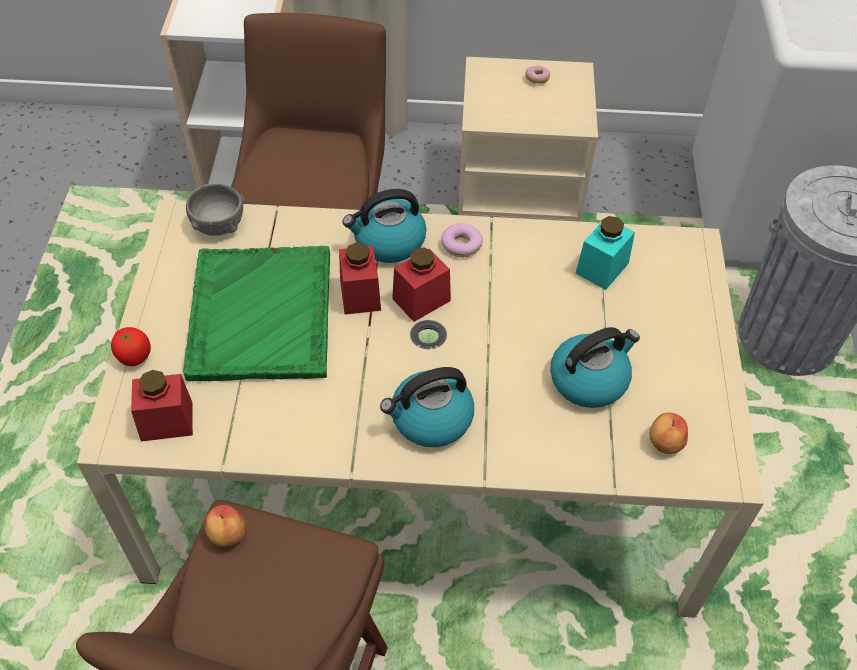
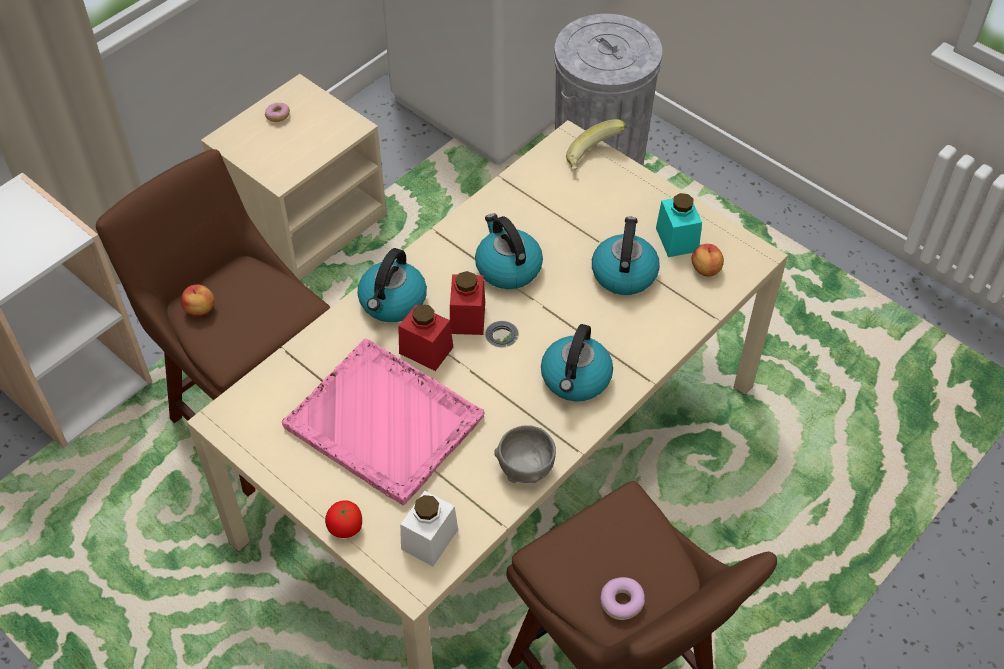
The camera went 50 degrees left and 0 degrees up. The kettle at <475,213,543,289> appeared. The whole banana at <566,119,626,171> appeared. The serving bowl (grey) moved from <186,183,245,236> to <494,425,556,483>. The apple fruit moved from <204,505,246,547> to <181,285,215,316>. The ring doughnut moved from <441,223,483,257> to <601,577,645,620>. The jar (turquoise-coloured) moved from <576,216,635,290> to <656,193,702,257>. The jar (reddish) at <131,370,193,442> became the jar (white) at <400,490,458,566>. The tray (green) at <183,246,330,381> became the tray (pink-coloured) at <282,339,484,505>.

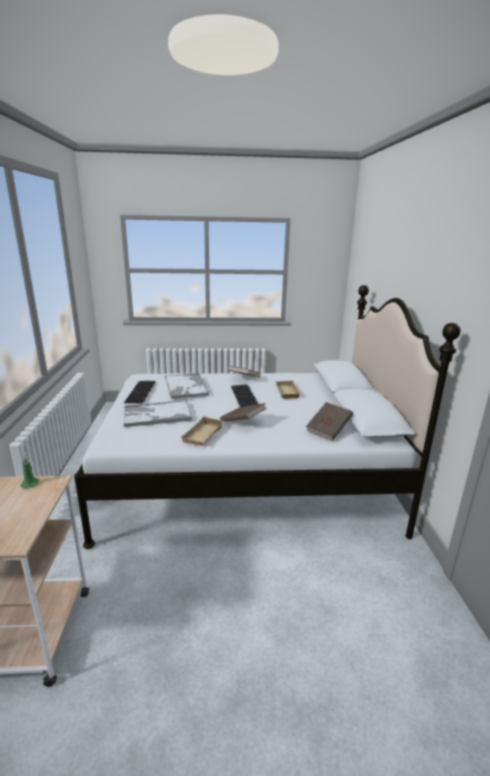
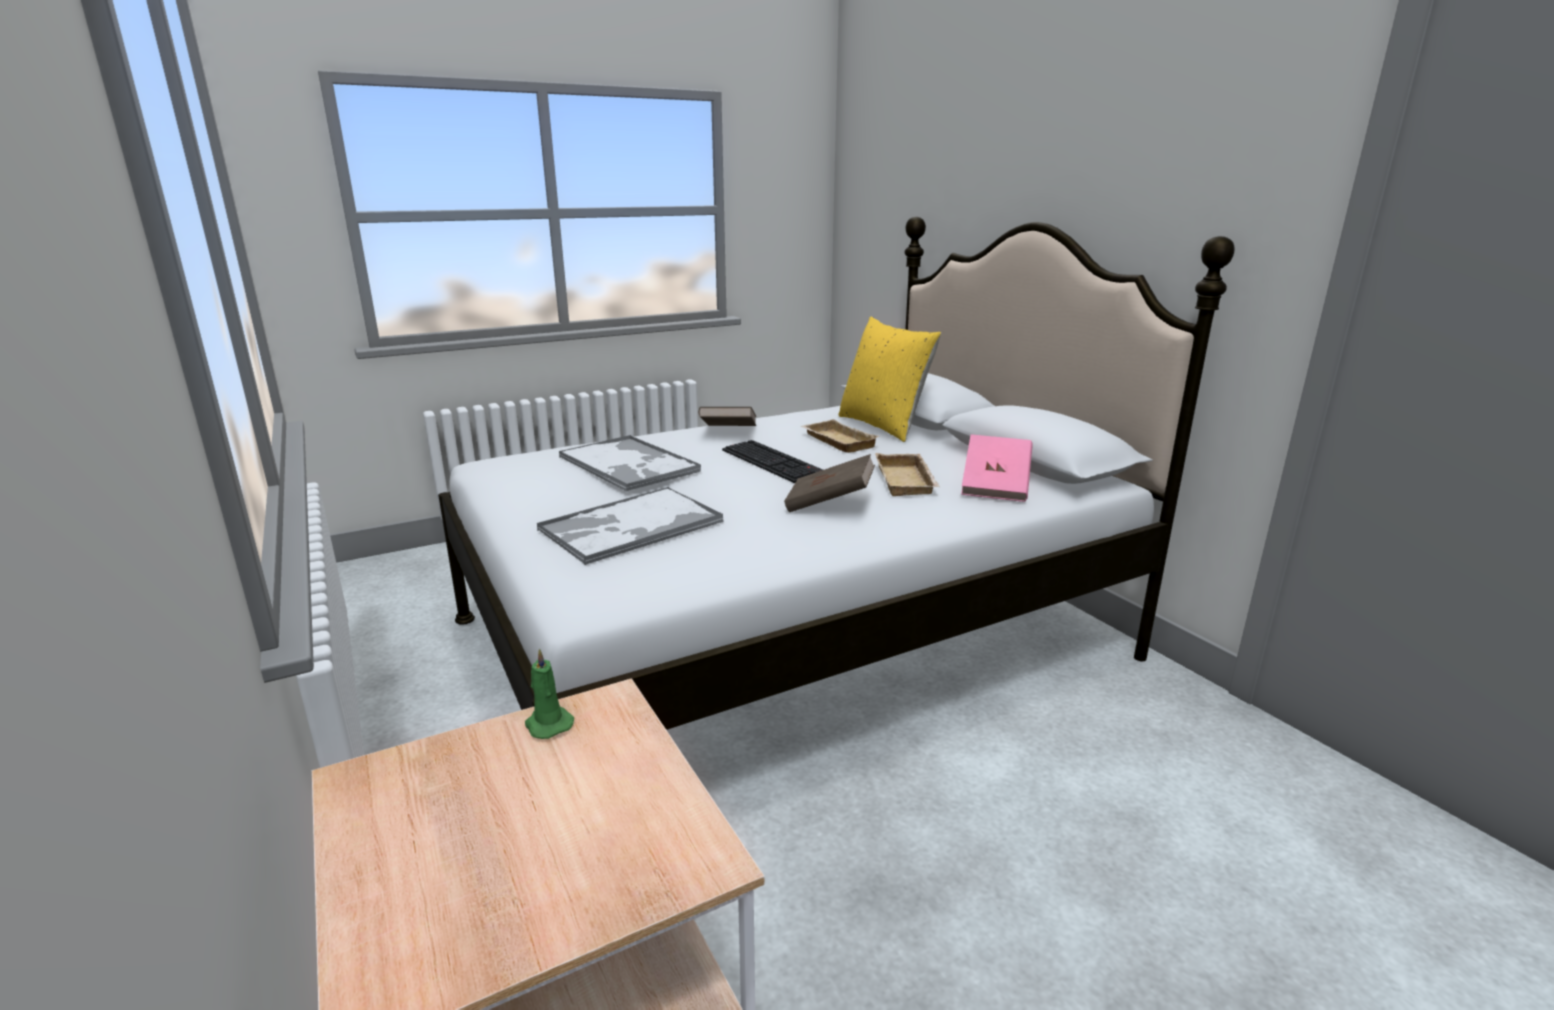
The camera went 25 degrees left and 0 degrees up. The keyboard at <124,381,156,404> disappeared. The cushion (yellowish) at <839,317,941,442> appeared. The tray (sand-coloured) moved from <181,416,225,445> to <875,453,940,496>. The bound book (brown) at <306,402,353,441> became the bound book (pink-coloured) at <961,434,1033,502>.

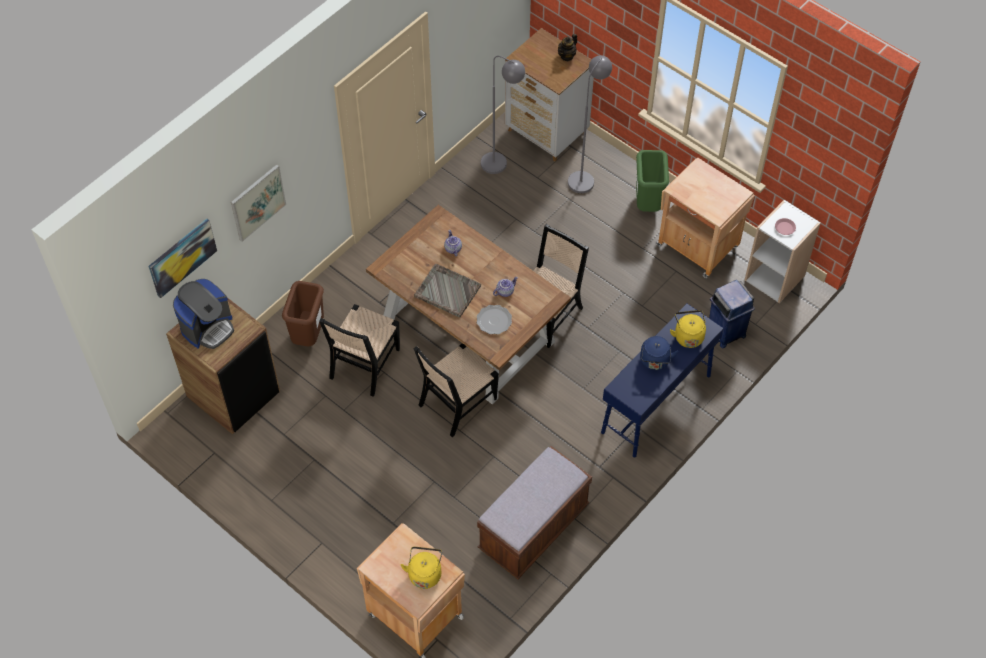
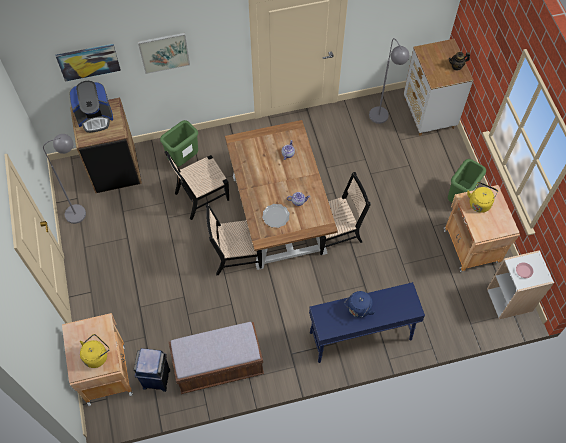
The camera went 35 degrees right and 5 degrees up. The tray (grey) at <414,264,481,317> disappeared. The standing lamp (grey) moved from <568,55,612,193> to <43,134,86,224>. The kettle (yellowish) moved from <670,310,706,348> to <467,182,498,213>. The rubbish bin (blue-coloured) moved from <709,280,755,349> to <134,348,170,392>. The rubbish bin (brown) at <282,281,324,346> became the rubbish bin (green) at <160,120,198,167>.

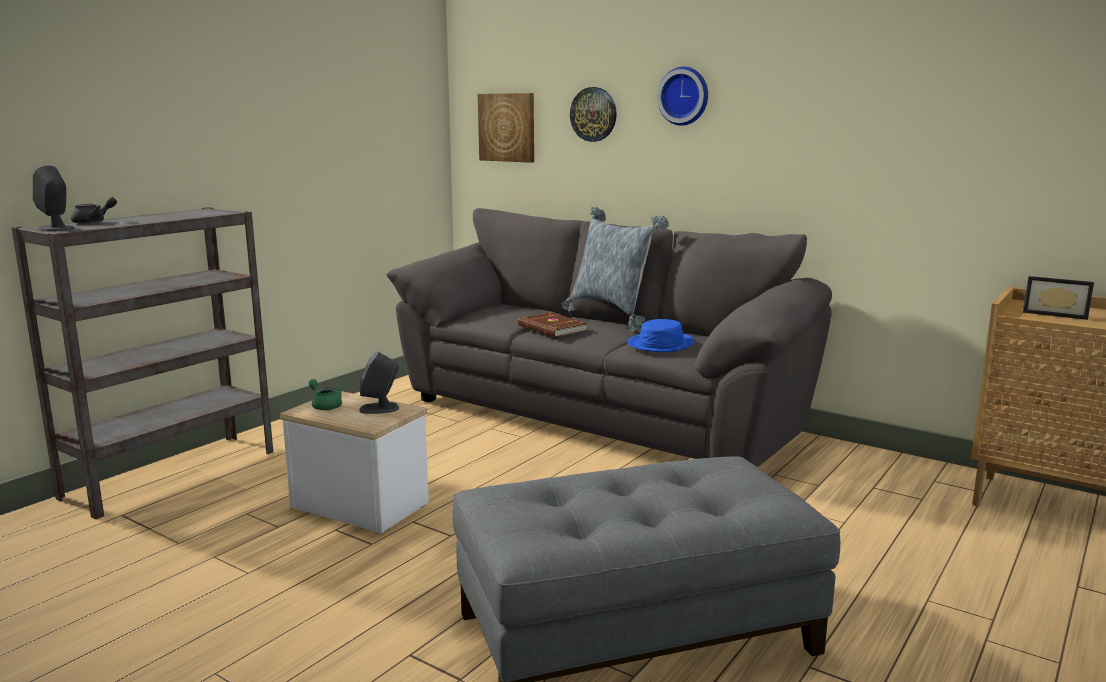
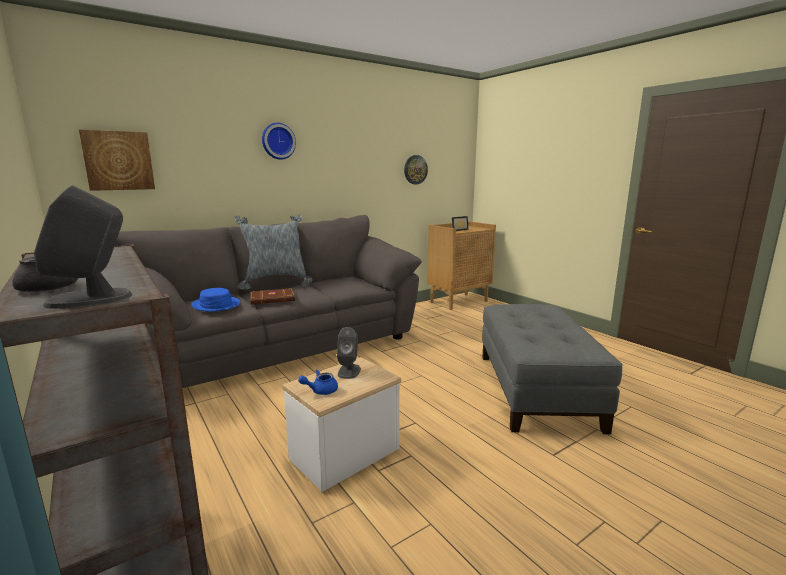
The camera went 70 degrees left and 0 degrees up. The wall clock moved from <570,87,617,142> to <404,155,428,184>. The hat (blue-coloured) moved from <628,319,695,352> to <191,288,240,312>. The teapot (green) at <308,379,343,410> became the teapot (blue-coloured) at <298,370,338,395>.

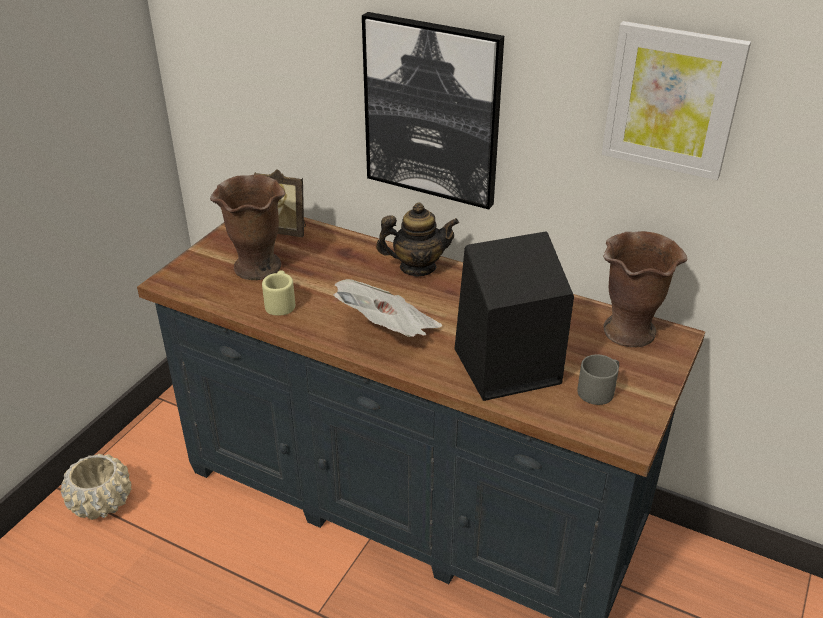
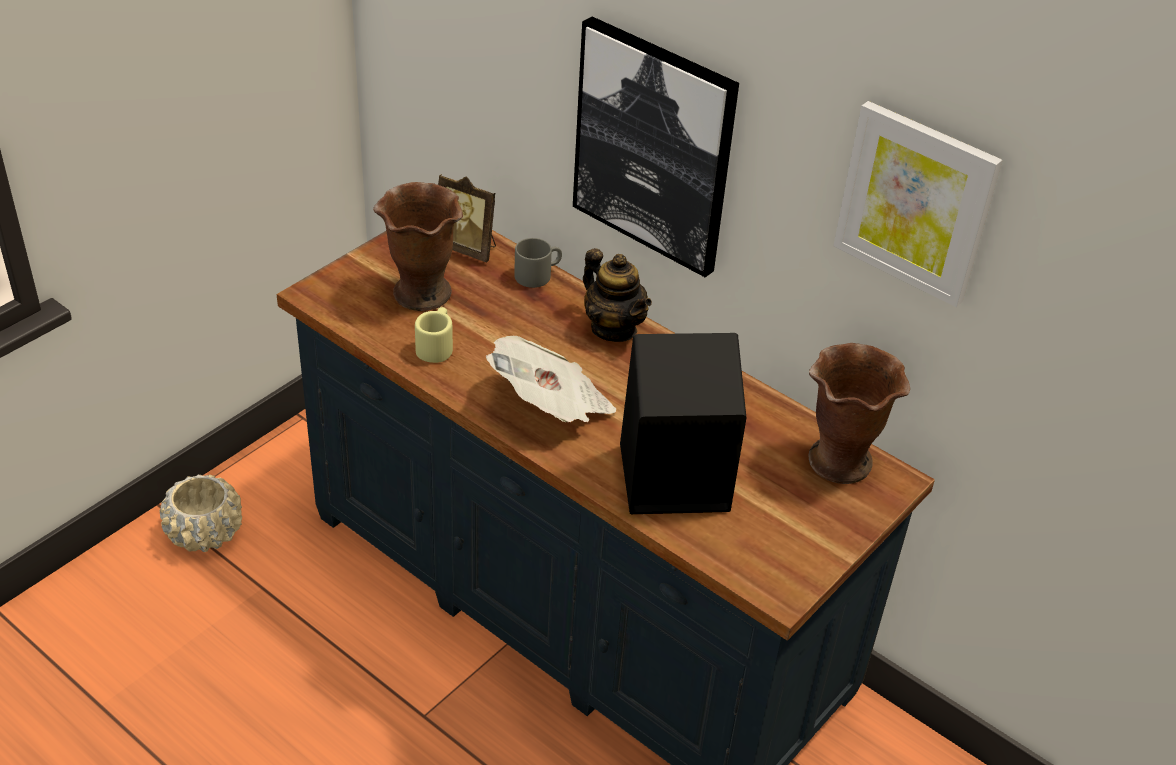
The camera went 10 degrees right and 5 degrees up. The coffee mug (grey) moved from <577,354,619,405> to <514,238,562,288>. The teapot at <376,202,459,276> turned 45 degrees clockwise.

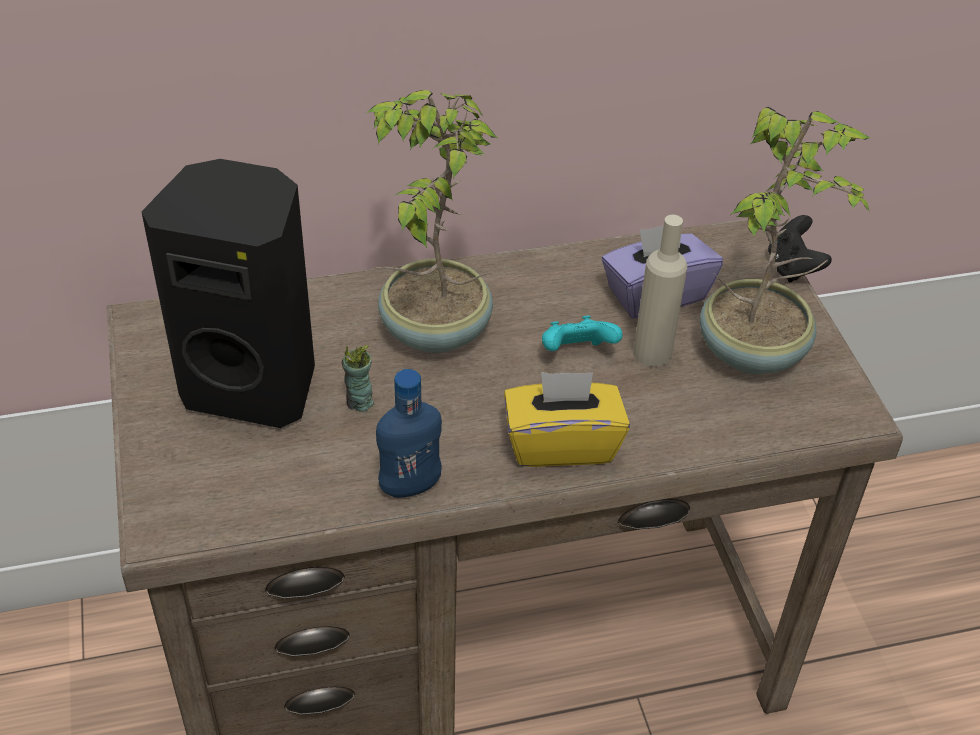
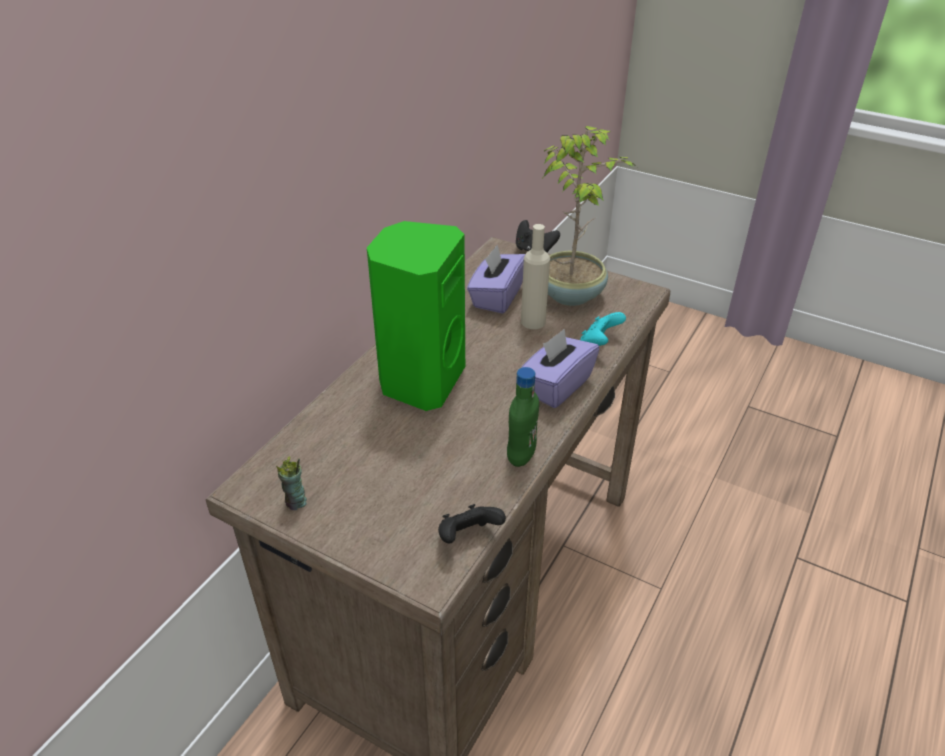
The camera went 45 degrees left and 5 degrees down. The audio speaker (black-coloured) at <141,159,315,428> disappeared. The gamepad (black-coloured) at <438,504,506,543> appeared. The drinking cup moved from <342,345,374,412> to <276,456,307,510>. The gamepad (turquoise-coloured) moved from <542,316,623,351> to <580,312,626,346>. The potted plant at <366,90,497,353> was replaced by the audio speaker (green) at <367,221,465,411>. The bottle (blue-coloured) at <376,369,442,498> became the bottle (green) at <507,367,539,467>. The tissue box (yellowish) at <504,372,630,467> became the tissue box (purple-coloured) at <521,329,599,408>.

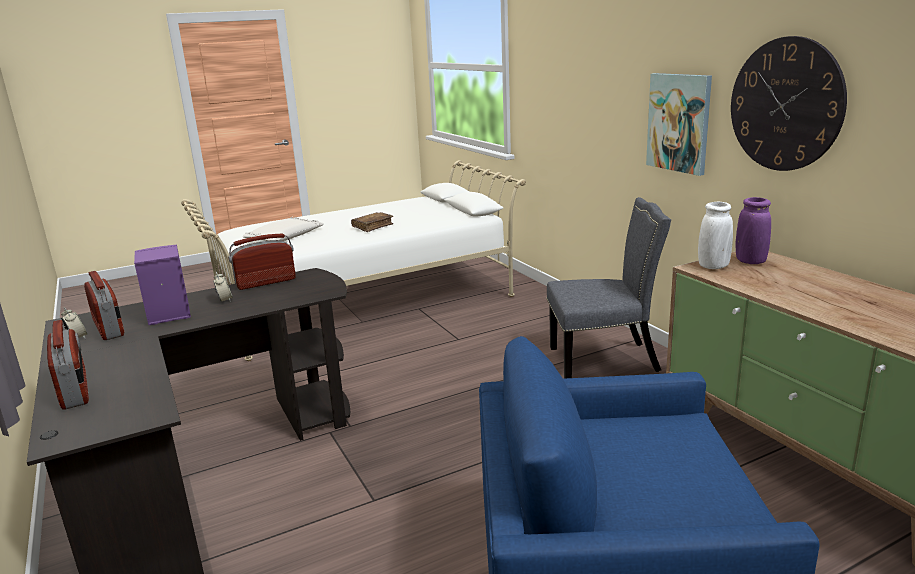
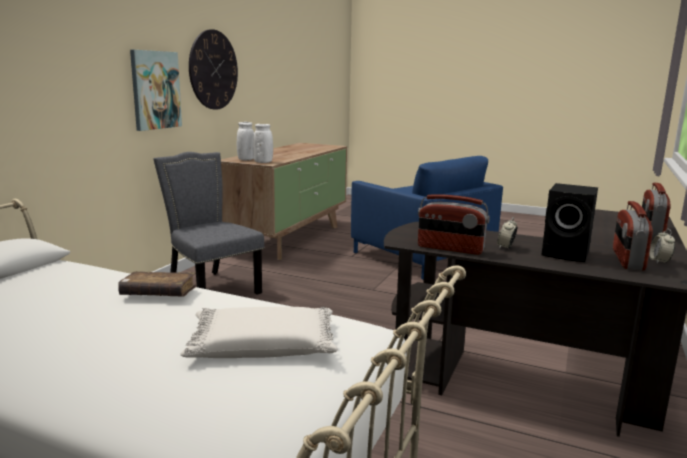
The camera went 130 degrees left and 5 degrees down. The audio speaker (purple-coloured) at <134,245,191,325> became the audio speaker (black-coloured) at <541,183,598,262>. The flower vase (purple-coloured) at <736,197,771,264> became the flower vase (white) at <237,122,254,160>.

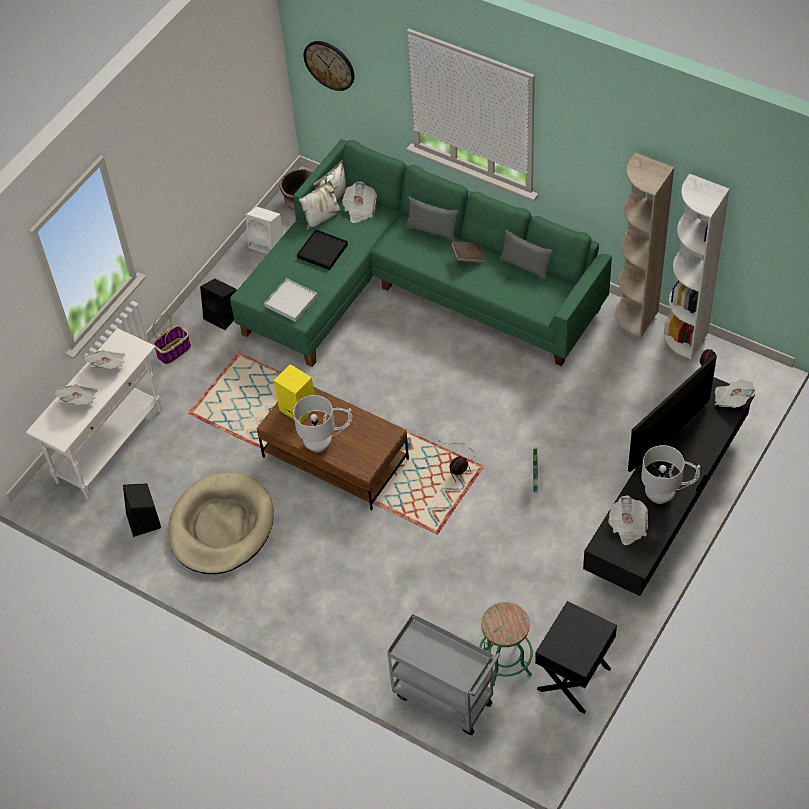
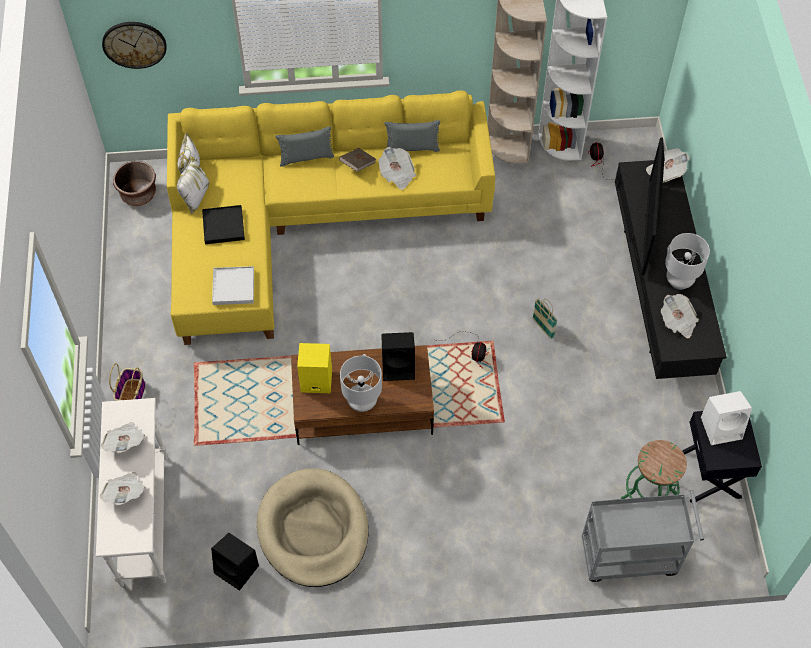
The camera went 40 degrees left and 5 degrees up. The audio speaker (black-coloured) moved from <200,279,237,330> to <381,332,415,381>. The audio speaker (white) moved from <246,207,283,254> to <701,391,752,445>. The printed paper moved from <342,181,377,223> to <378,147,416,190>. The settee (green) at <230,139,612,367> became the settee (yellowish) at <167,90,495,345>.

